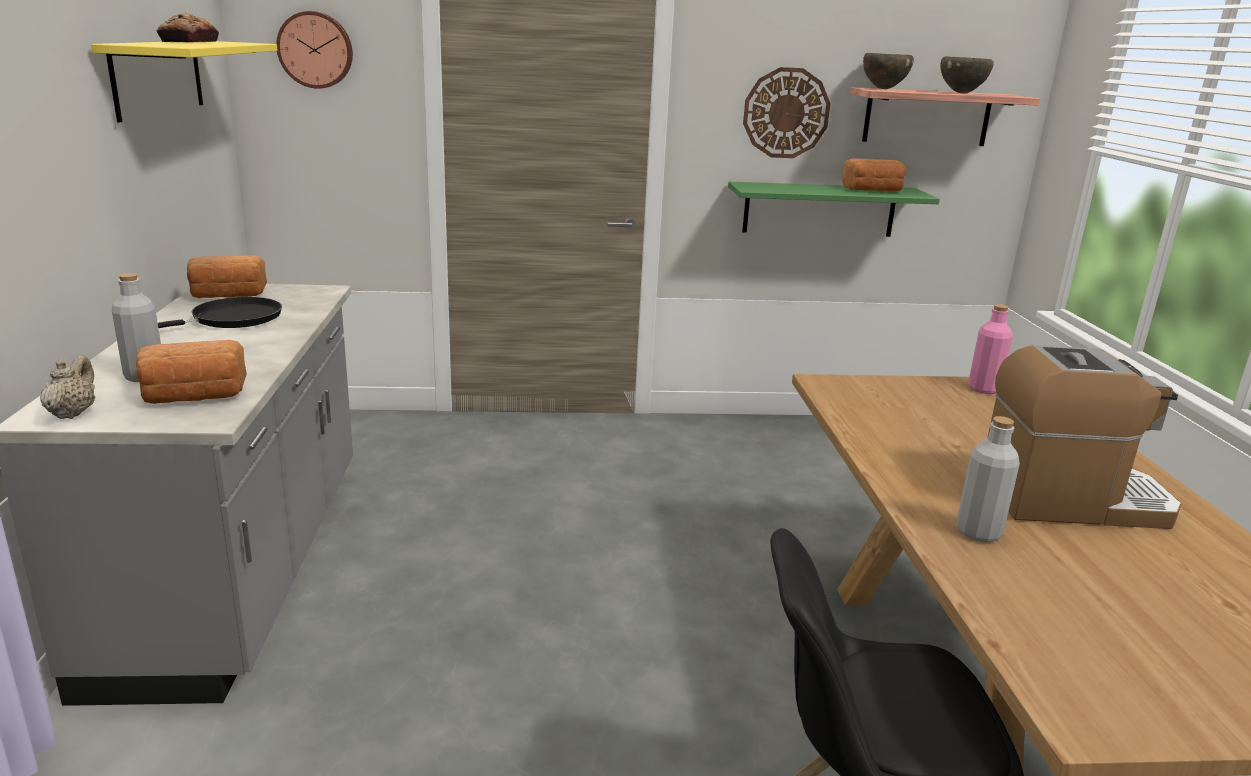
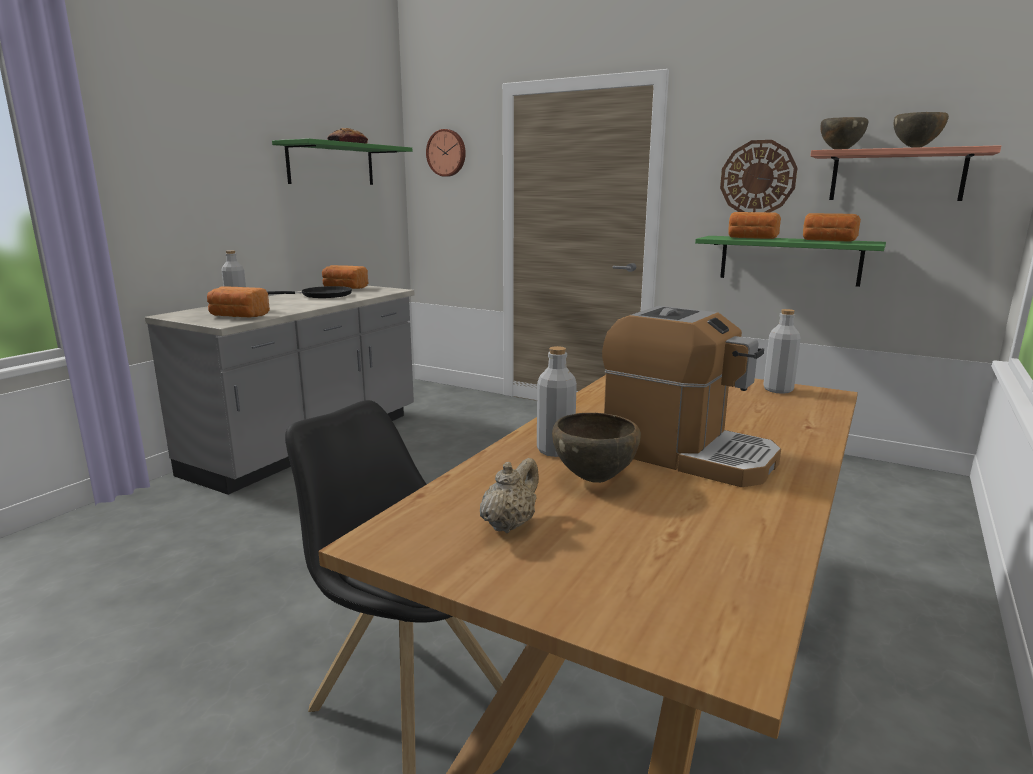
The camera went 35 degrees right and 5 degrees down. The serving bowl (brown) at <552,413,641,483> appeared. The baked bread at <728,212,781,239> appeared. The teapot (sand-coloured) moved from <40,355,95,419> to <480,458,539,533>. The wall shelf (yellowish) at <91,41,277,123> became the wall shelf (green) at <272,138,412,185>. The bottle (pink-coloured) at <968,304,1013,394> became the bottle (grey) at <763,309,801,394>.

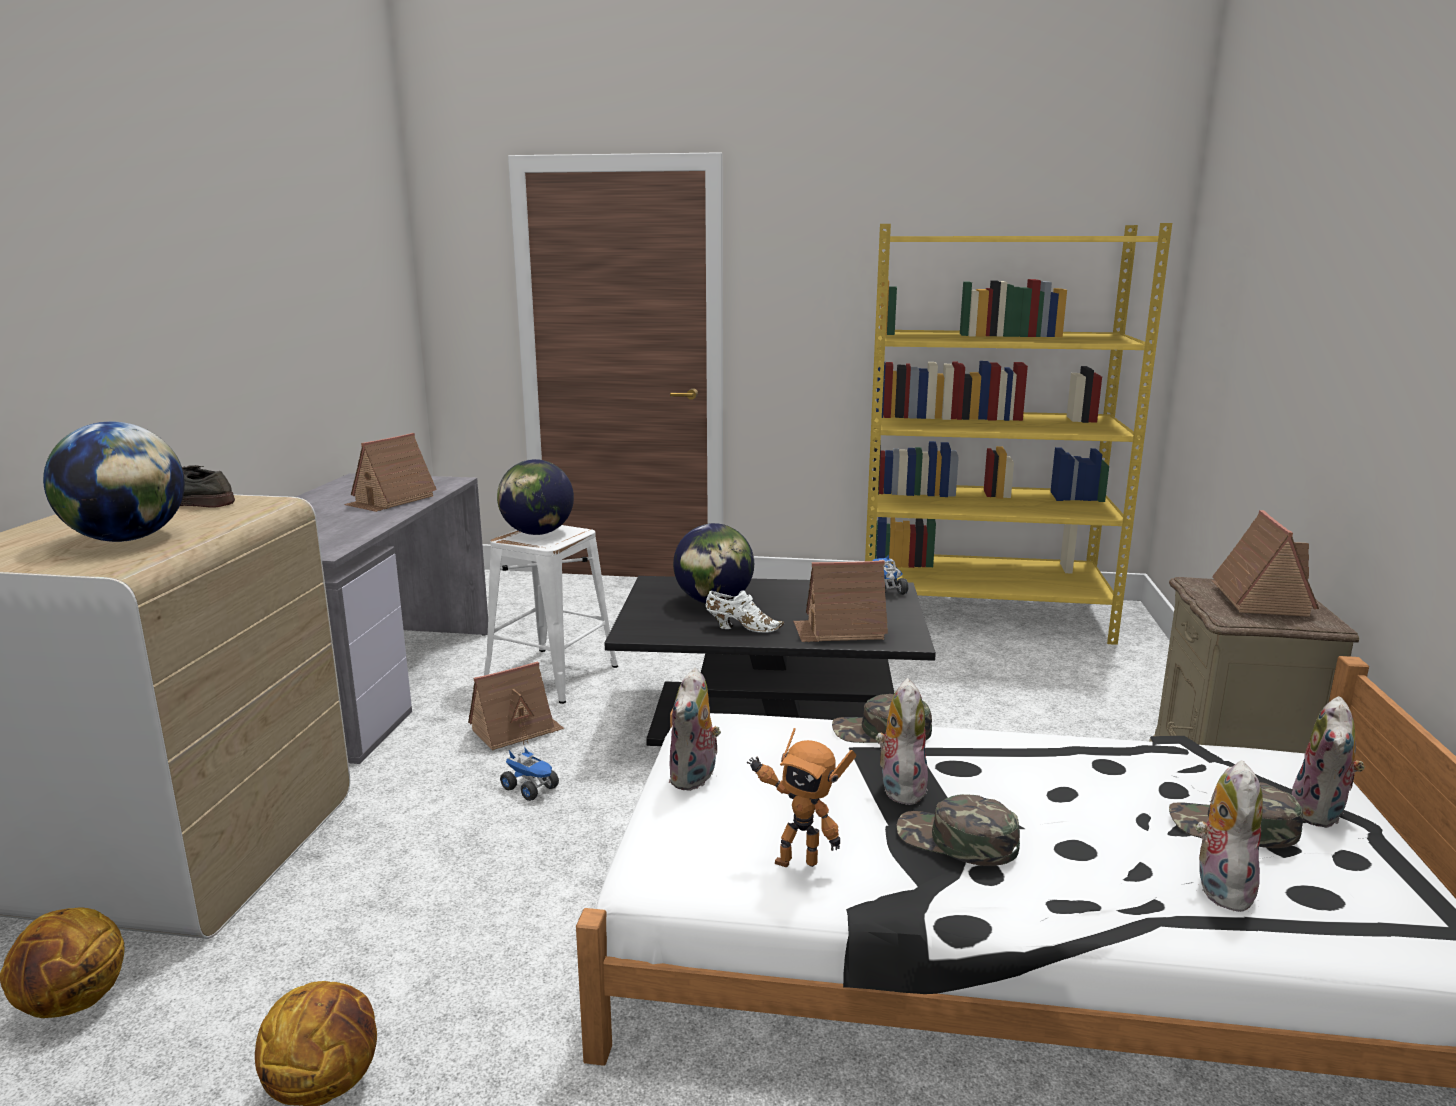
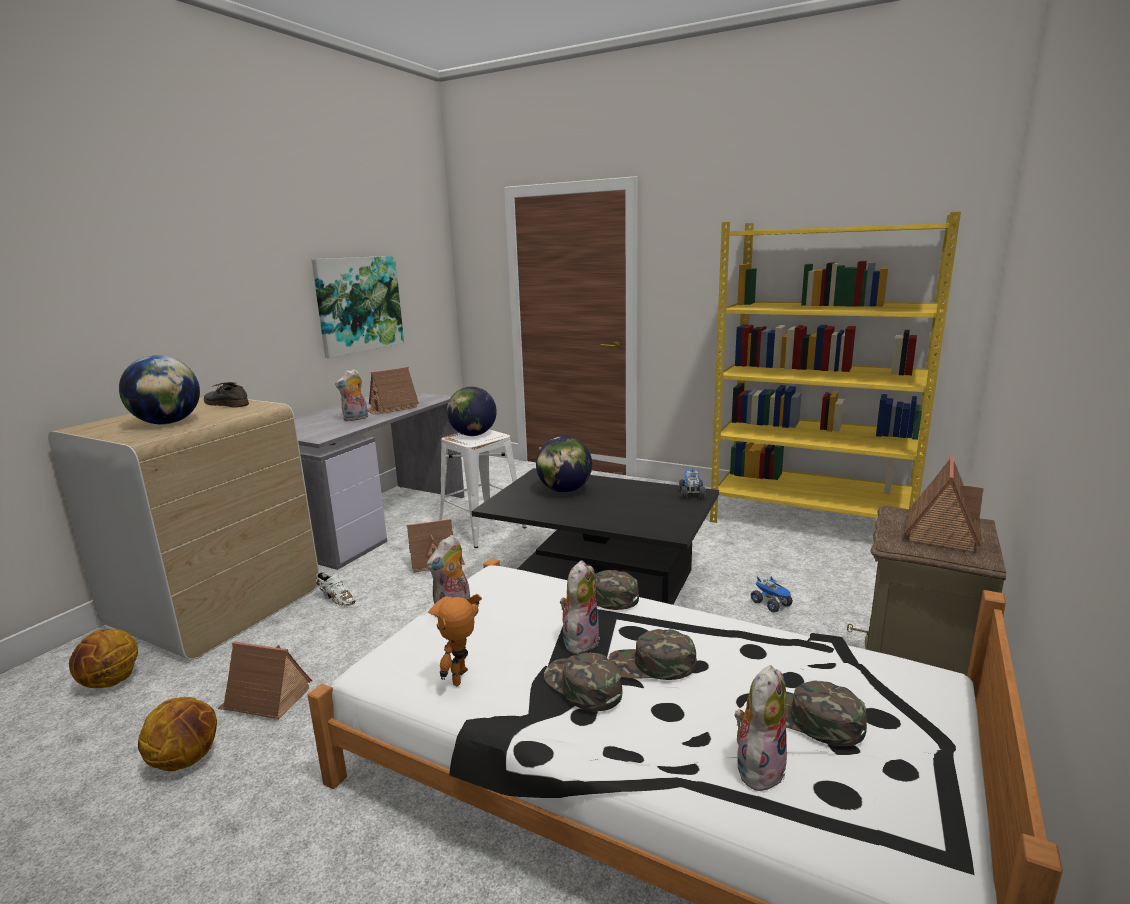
The camera went 20 degrees right and 0 degrees up. The picture at <311,256,404,358> appeared. The baseball cap (green) at <609,629,697,680> appeared. The toy truck moved from <500,746,559,801> to <751,576,793,612>. The low shoe (white) moved from <706,590,784,633> to <316,572,356,606>. The toy house moved from <793,560,888,642> to <217,641,312,720>. The cuddly toy moved from <1291,696,1365,828> to <335,369,368,421>. The toy robot at <747,728,856,867> turned 75 degrees clockwise.

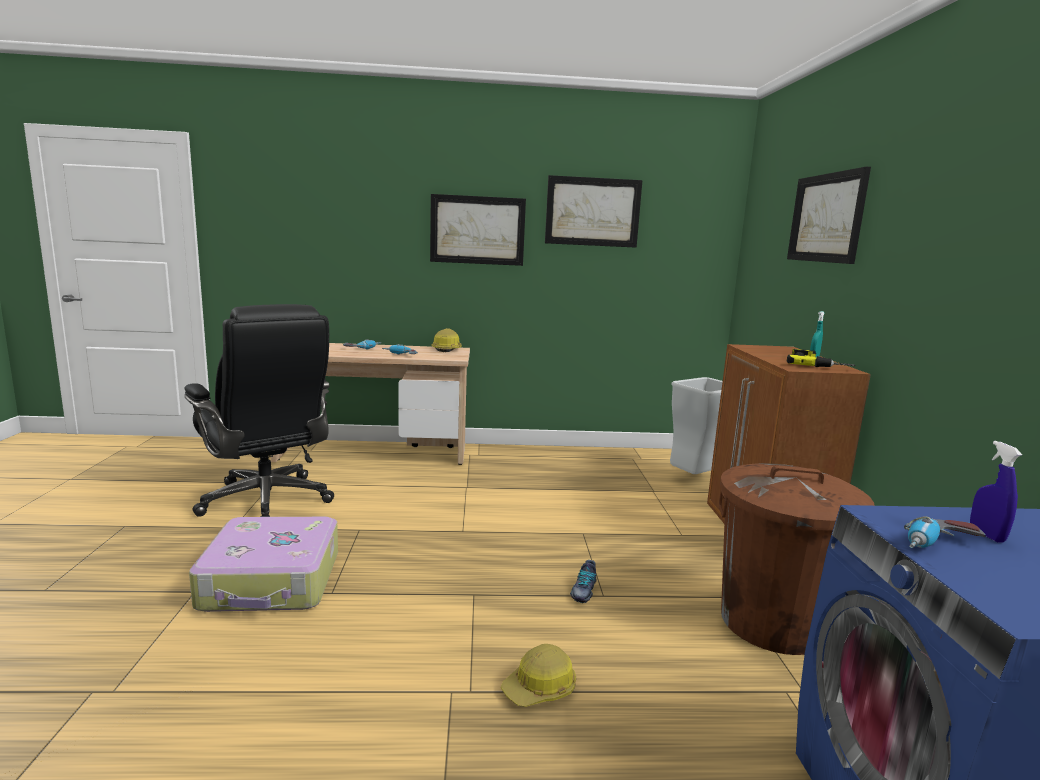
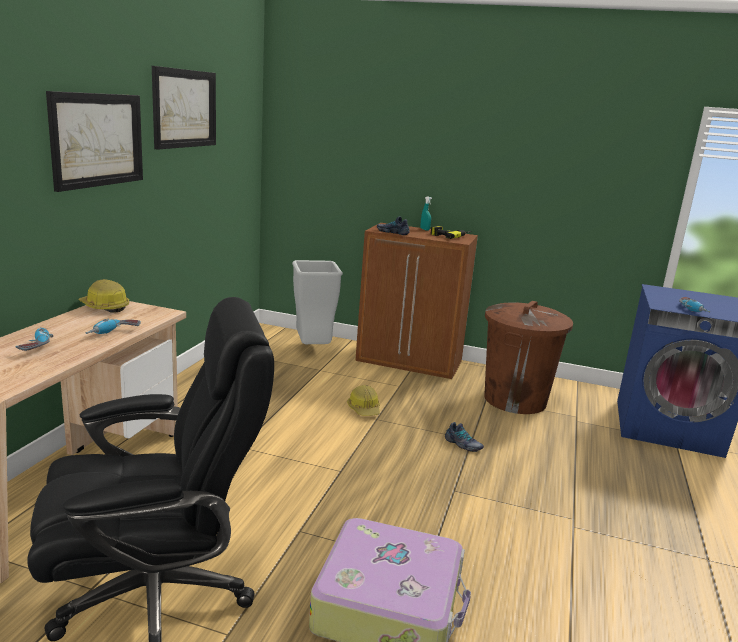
The camera went 70 degrees left and 5 degrees up. The picture at <787,167,871,264> disappeared. The hand sprayer (blue-coloured) at <970,441,1022,543> disappeared. The low shoe at <377,217,410,235> appeared. The hard hat moved from <501,644,576,707> to <347,385,380,416>.

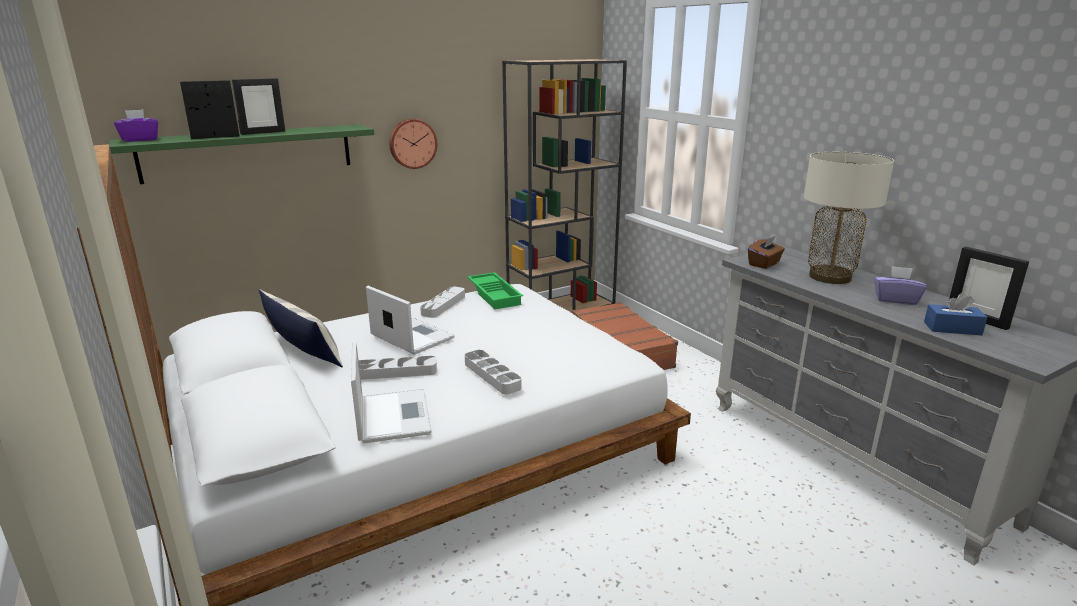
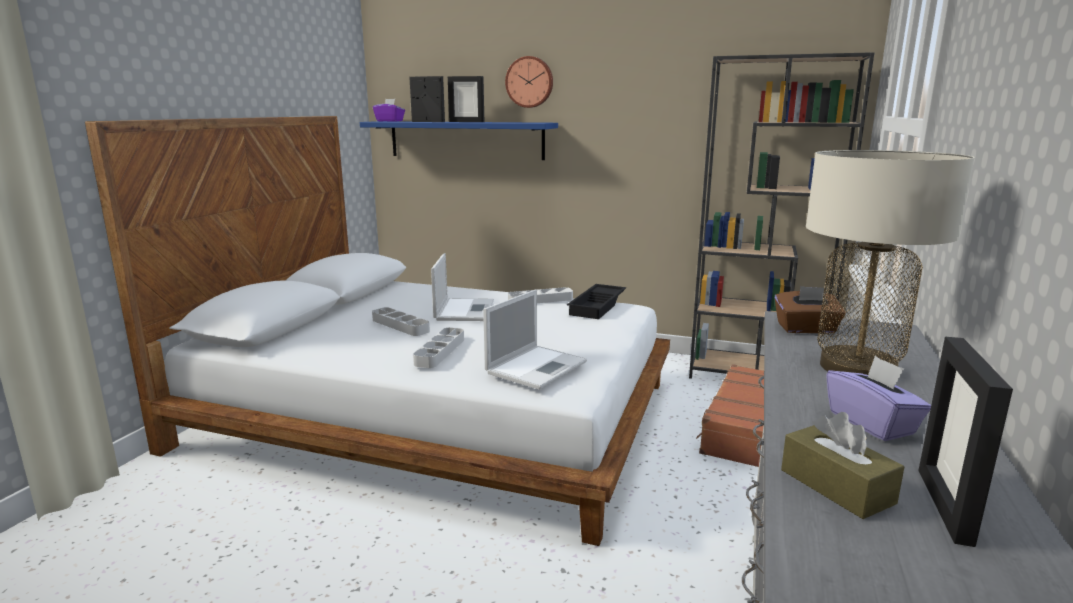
The camera went 50 degrees right and 5 degrees down. The cushion at <259,289,343,368> disappeared. The laptop moved from <351,341,431,443> to <483,289,587,390>. The wall clock moved from <389,119,437,169> to <505,56,553,108>. The wall shelf (green) at <110,124,374,184> became the wall shelf (blue-coloured) at <360,121,558,160>. The tray (green) at <467,272,523,309> became the tray (black-coloured) at <567,284,626,319>. The tissue box (blue-coloured) at <924,293,988,335> became the tissue box (brown) at <781,412,904,519>.

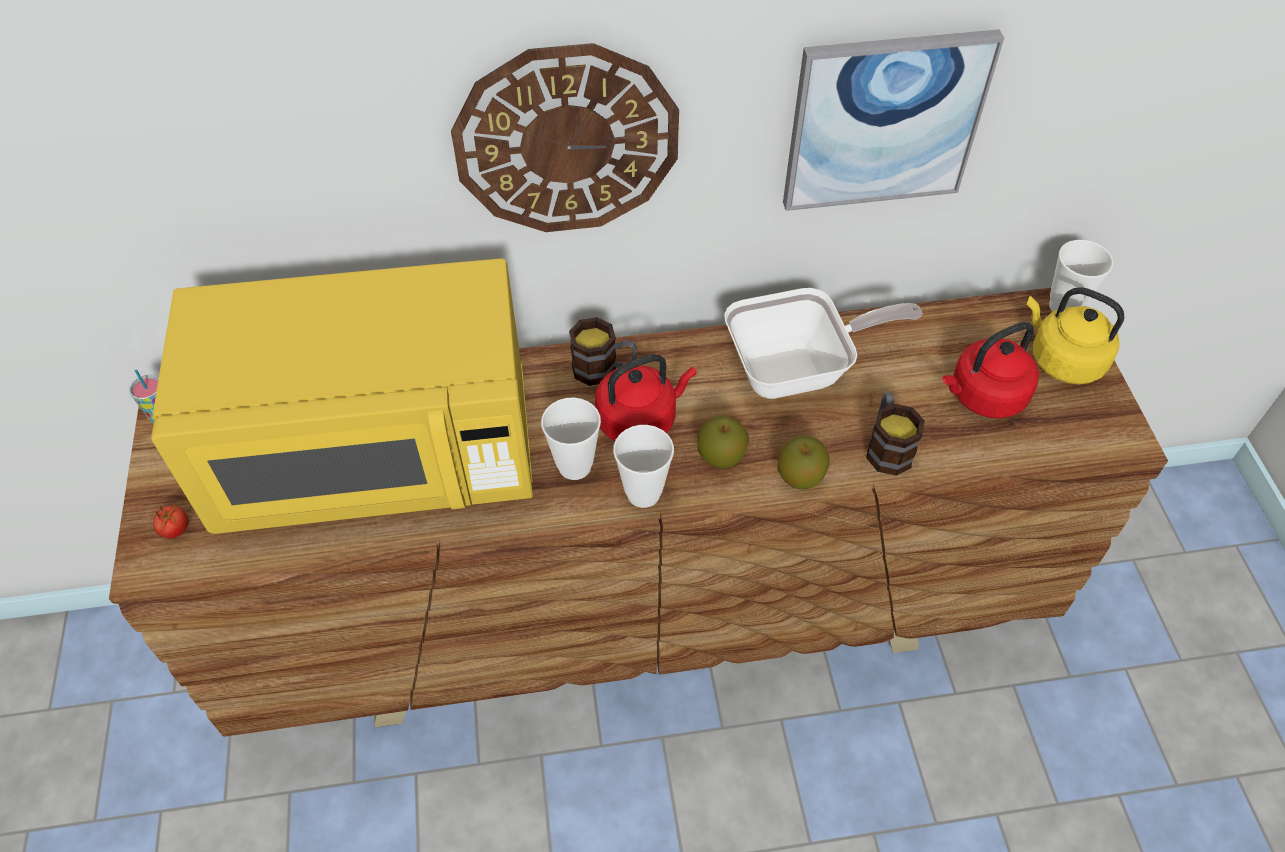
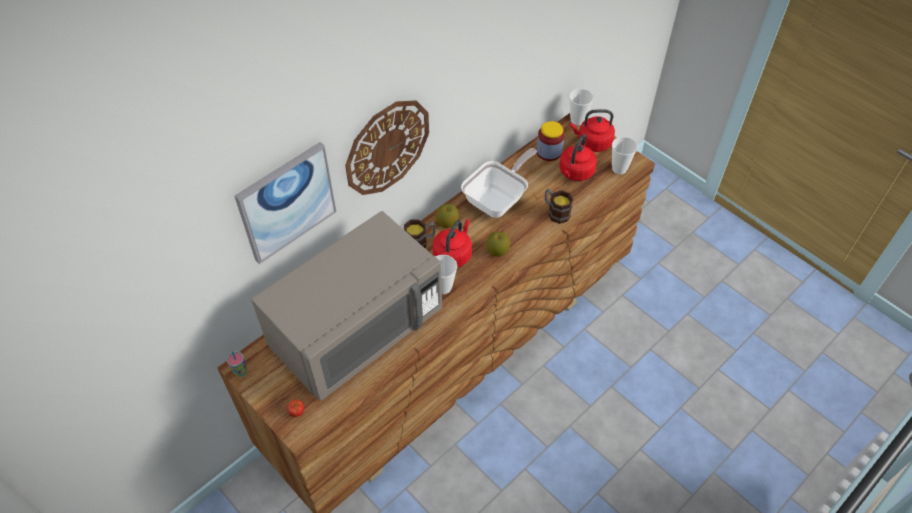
The camera went 35 degrees left and 0 degrees up. The jar at <537,121,565,161> appeared. The drinking cup moved from <613,425,674,508> to <612,137,638,174>. The apple fruit moved from <777,436,829,490> to <435,204,459,228>. The picture moved from <783,29,1004,211> to <235,142,337,264>. The microwave oven (yellowish) at <151,258,533,534> became the microwave oven (grey) at <251,211,442,401>. The kettle (yellowish) at <1027,287,1124,384> became the kettle (reddish) at <570,109,615,152>.

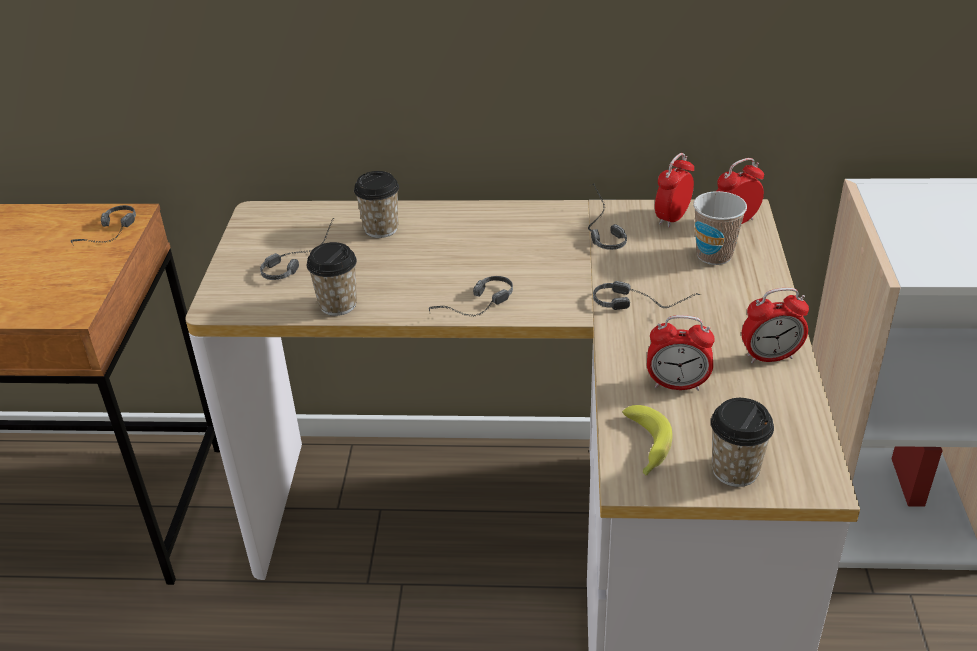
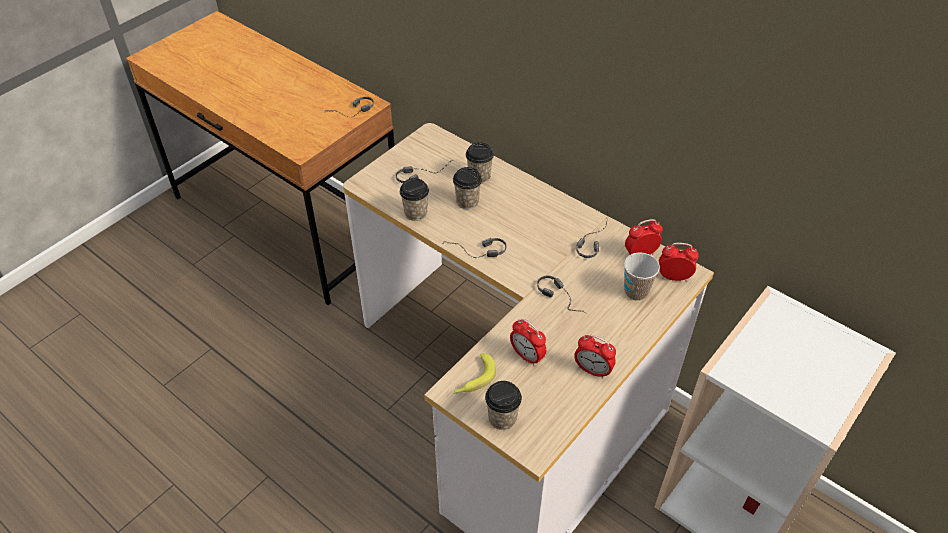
The camera went 35 degrees right and 10 degrees up. The drinking cup at <453,167,482,209> appeared.

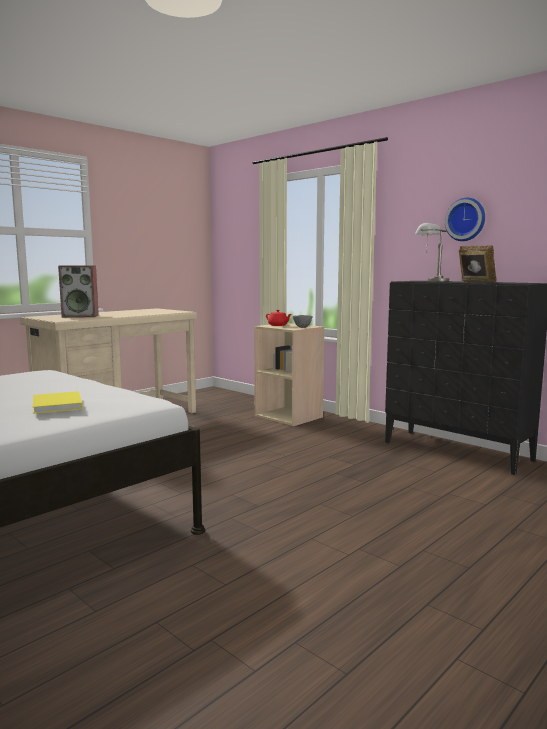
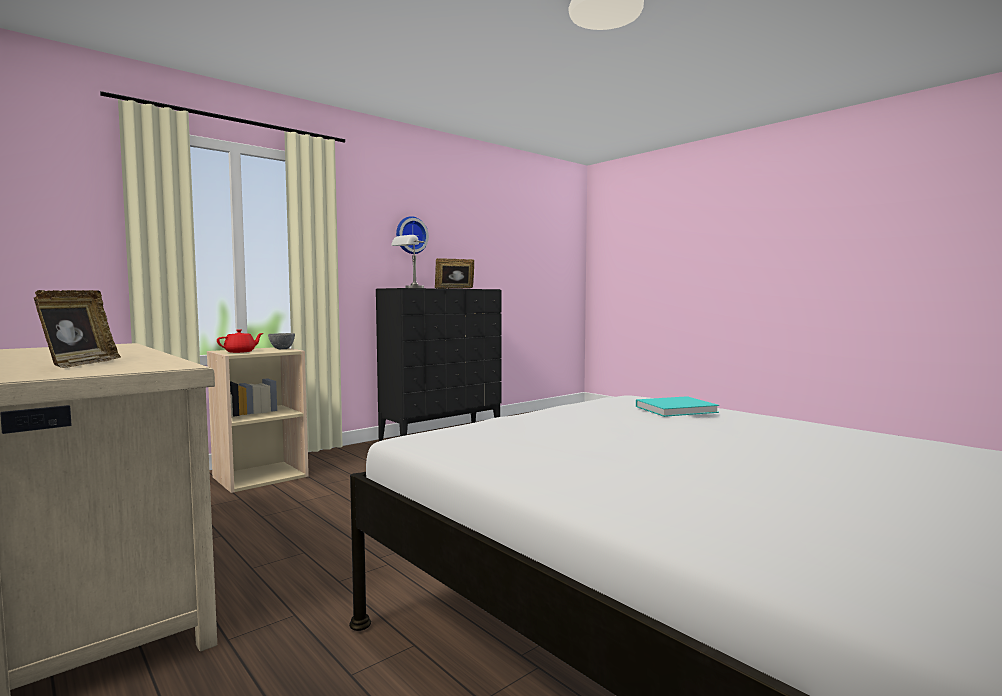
The camera went 85 degrees left and 5 degrees down. The audio speaker at <58,265,99,318> was replaced by the picture frame at <34,290,121,368>. The bound book (yellowish) at <33,391,82,414> became the bound book (turquoise-coloured) at <636,396,719,417>.

